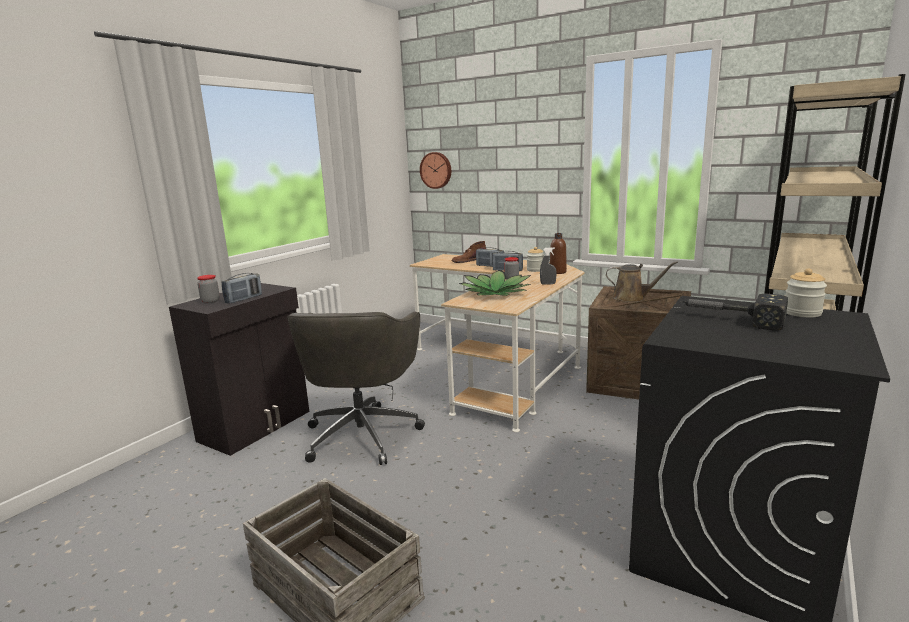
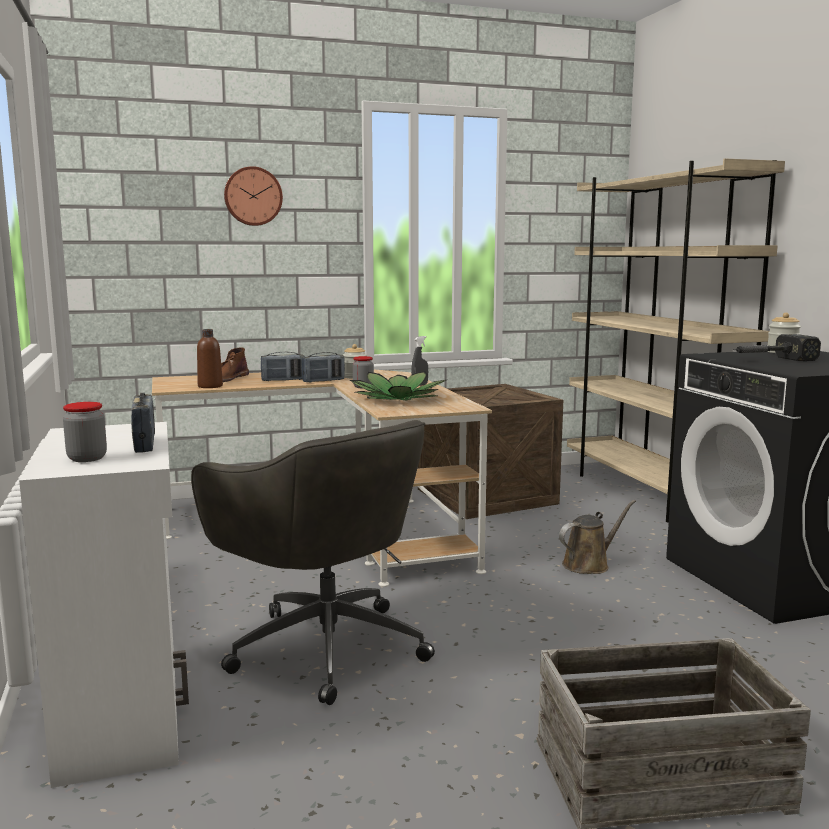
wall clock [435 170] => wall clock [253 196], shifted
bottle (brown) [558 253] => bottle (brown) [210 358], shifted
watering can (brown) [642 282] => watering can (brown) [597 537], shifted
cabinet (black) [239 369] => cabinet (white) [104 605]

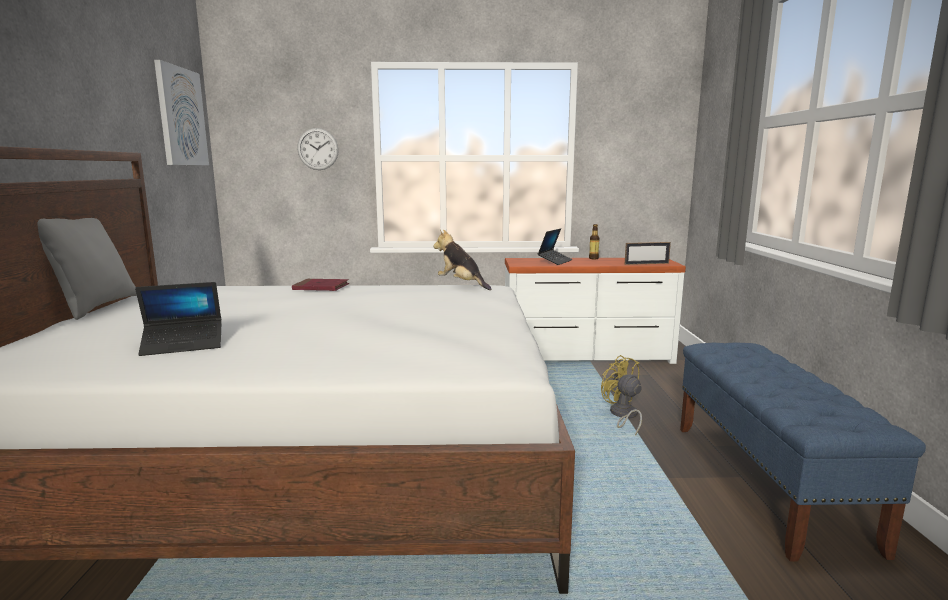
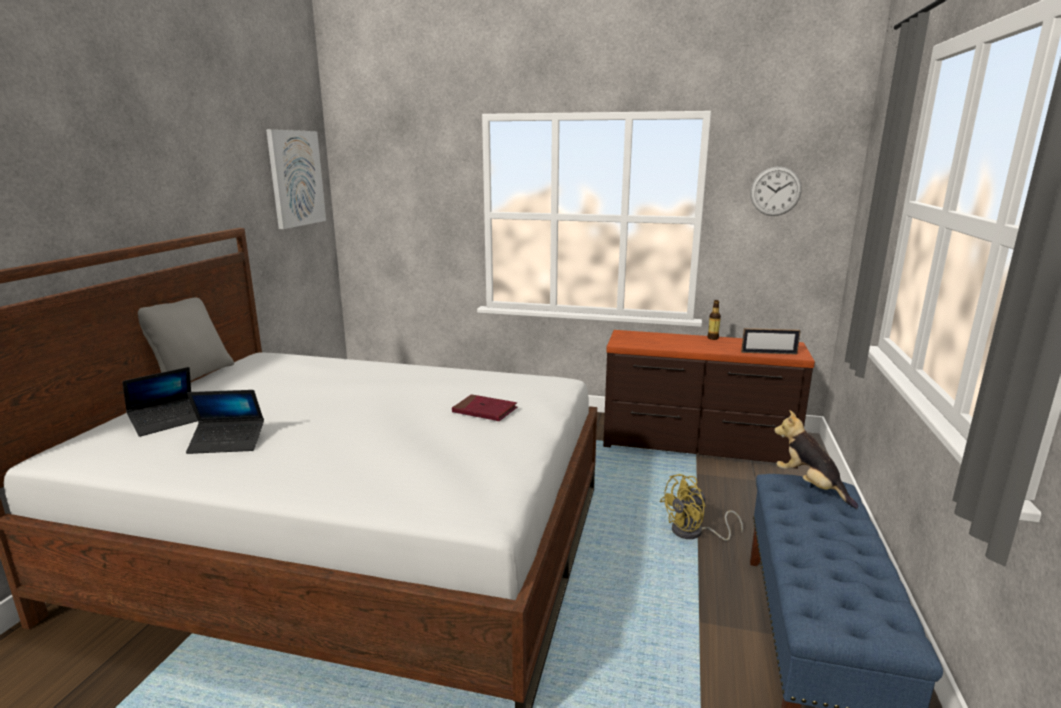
wall clock [318 149] => wall clock [776 191], shifted
laptop [555 246] => laptop [160 402], shifted
plush toy [462 259] => plush toy [816 459], shifted
dresser (white) [595 311] => dresser (brown) [709 399]
book (red) [320 285] => book (red) [484 407], shifted
fan (yellow) [621 395] => fan (yellow) [701 507], 105 degrees counterclockwise

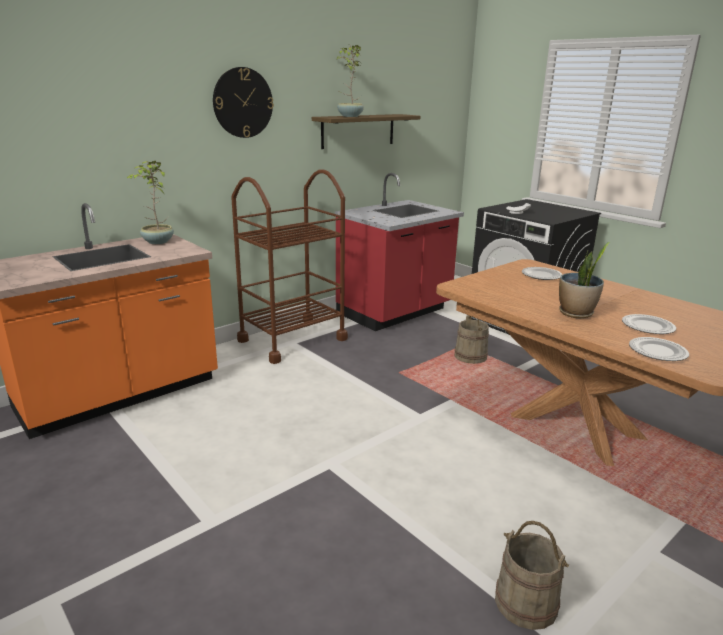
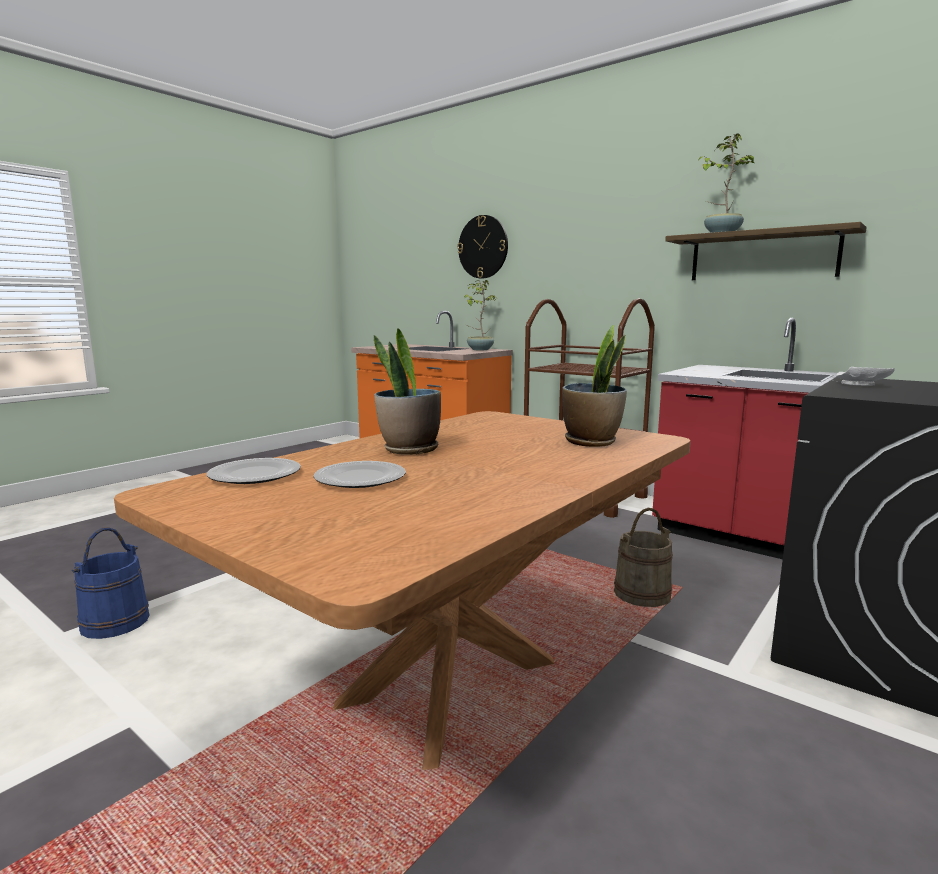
wall clock [243 102] => wall clock [482 247], shifted
plate [542 273] => potted plant [594 386]
bucket (beige) [532 575] => bucket (blue) [110 583]

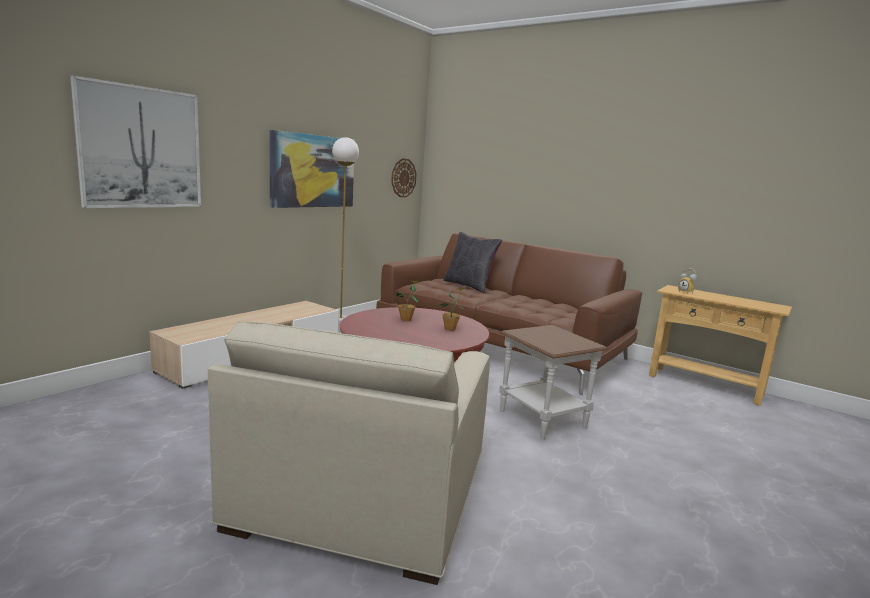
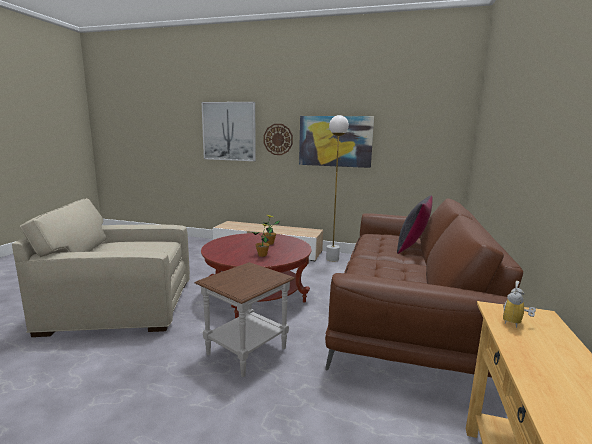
wall clock [404 177] => wall clock [278 139], shifted

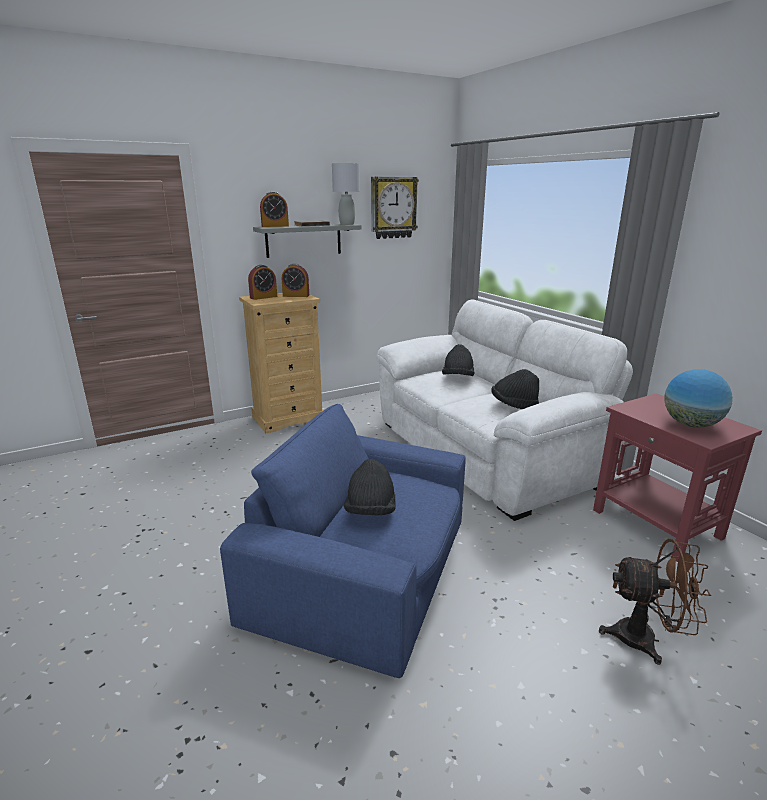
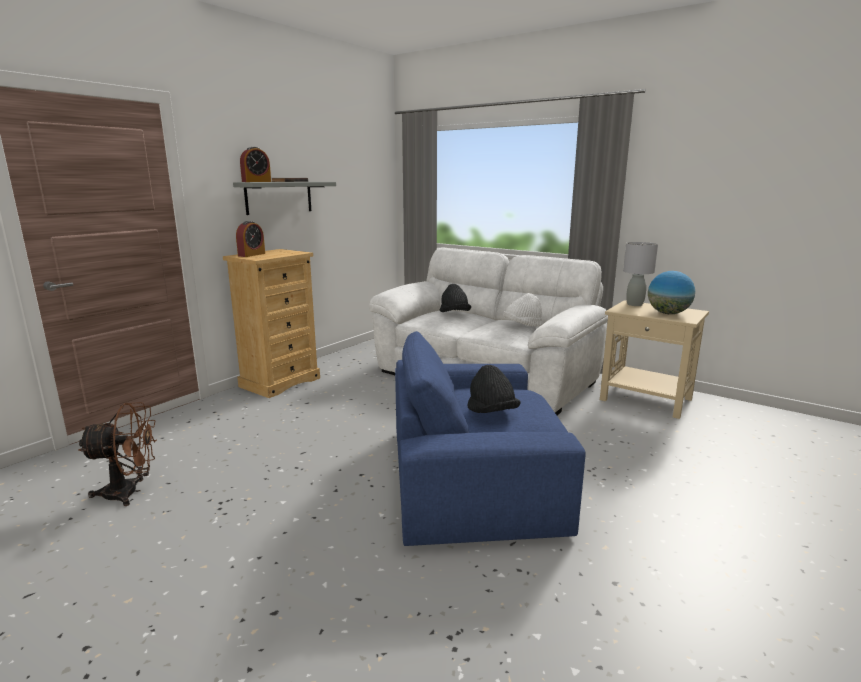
table lamp (grey) [346 194] => table lamp (grey) [640 274], shifted
wall clock [395 208] => nothing
alarm clock [295 280] => nothing
hat (black) [515 389] => hat (white) [523 310]
side table (red) [677 477] => side table (beige) [654 359]
fan (brown) [655 602] => fan (brown) [117 454], shifted

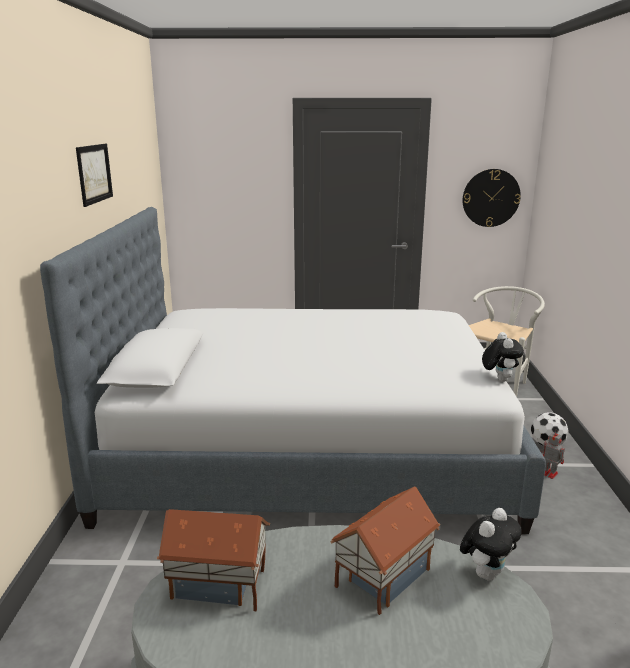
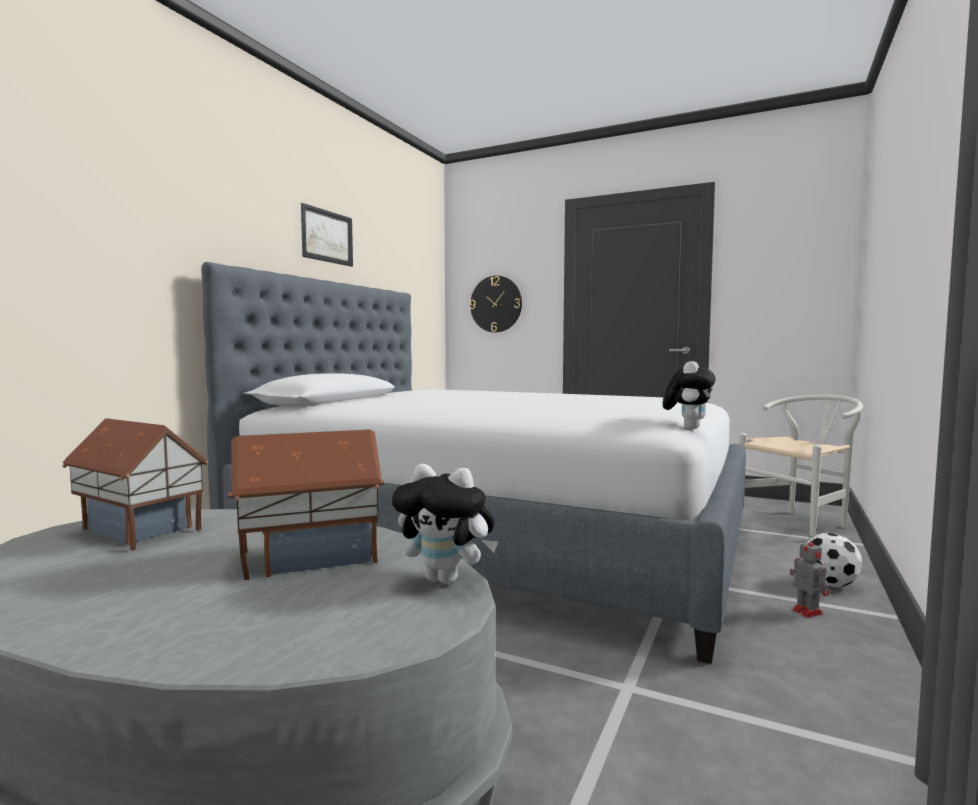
wall clock [492 198] => wall clock [496 304], shifted
plush toy [491 544] => plush toy [445 524], 45 degrees clockwise

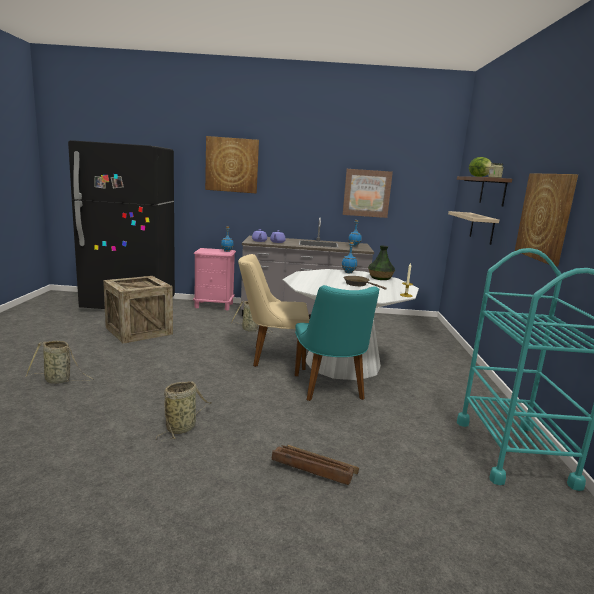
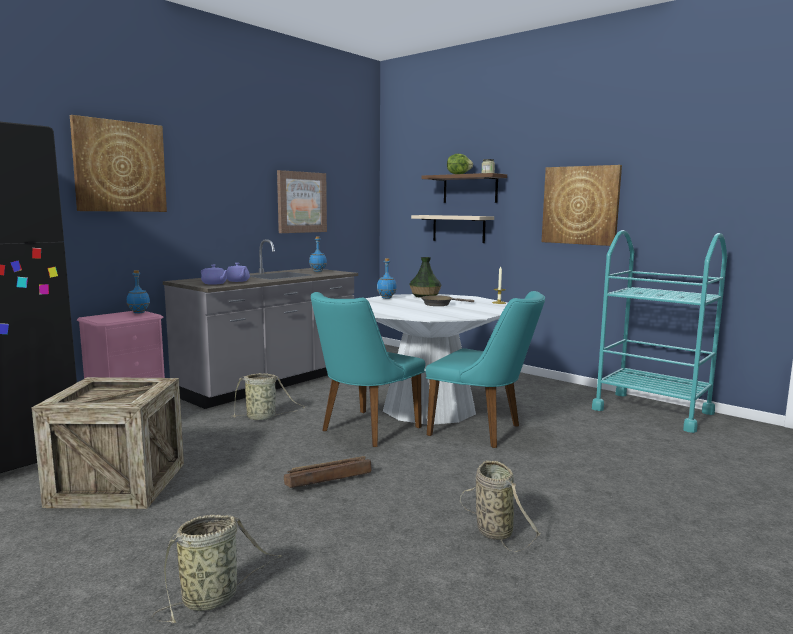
chair (beige) [274 312] => chair (turquoise) [368 369]
crate [315 465] => crate [328 472], shifted

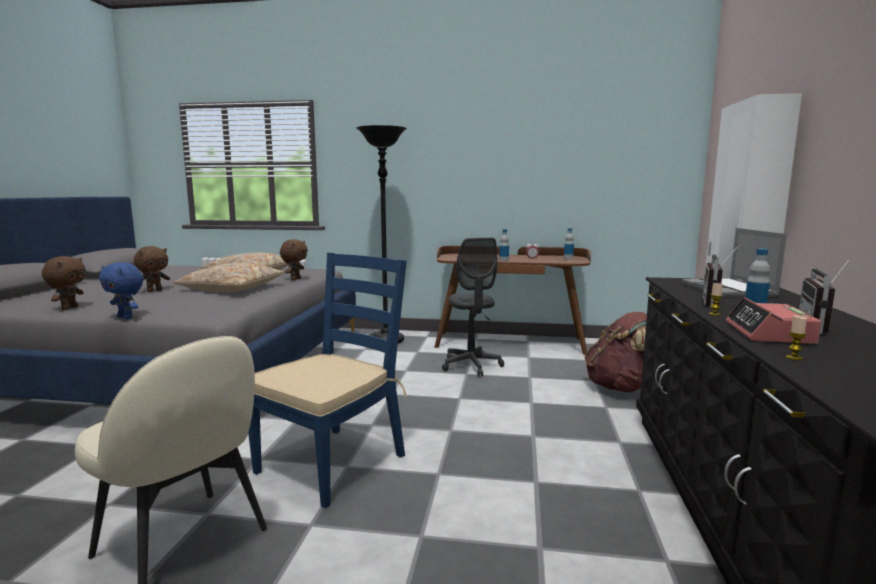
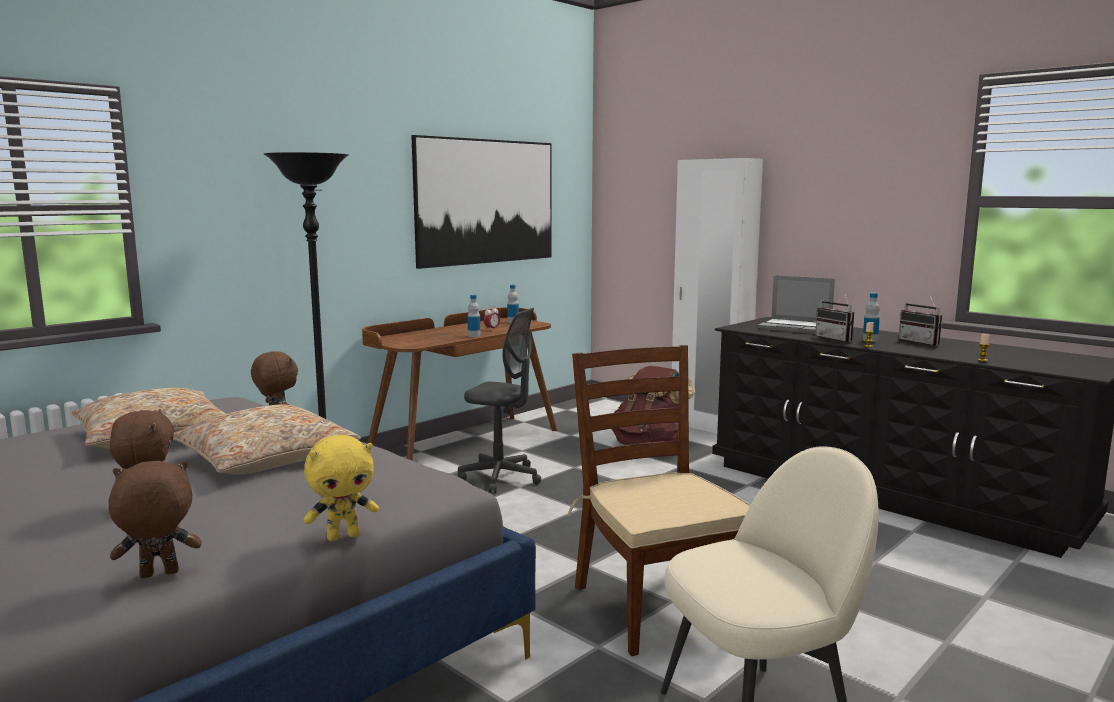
chair (blue) [327 381] => chair (brown) [658 500]
plush toy (brown) [64 283] => plush toy (brown) [155 519], 60 degrees counterclockwise
plush toy (blue) [121 290] => plush toy (yellow) [341 488]
alarm clock [773 320] => nothing
nothing => picture [481 202]

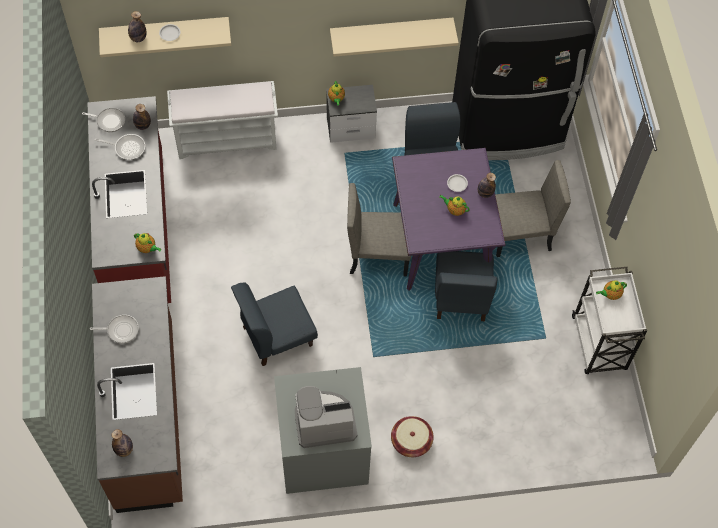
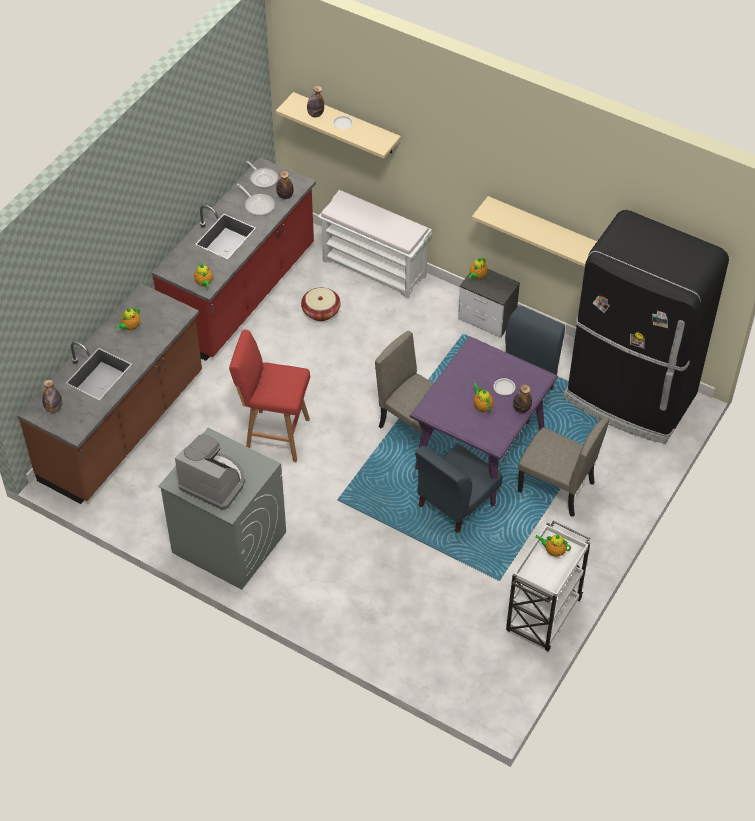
chair (blue) [274 324] => stool (red) [269 395]
frying pan [114 329] => teapot [127 319]
basket [412 436] => basket [321 304], shifted

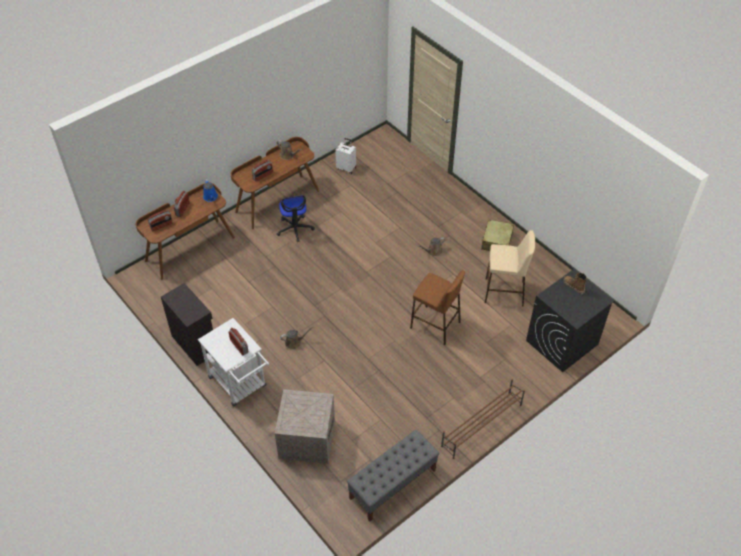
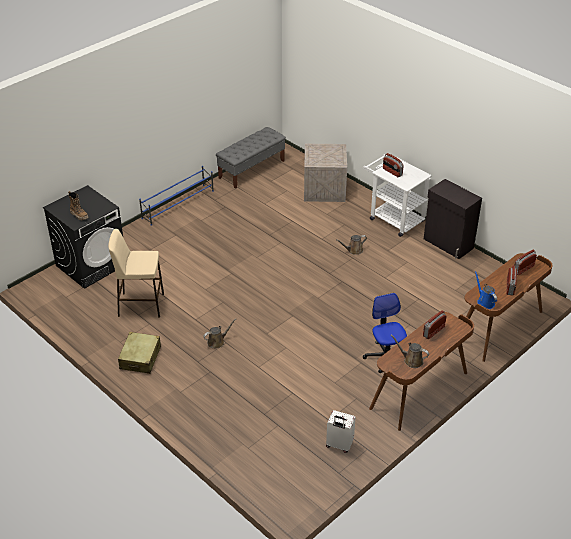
stool (brown) [437 307] => nothing
shoe rack (brown) [483 419] => shoe rack (blue) [176 196]

